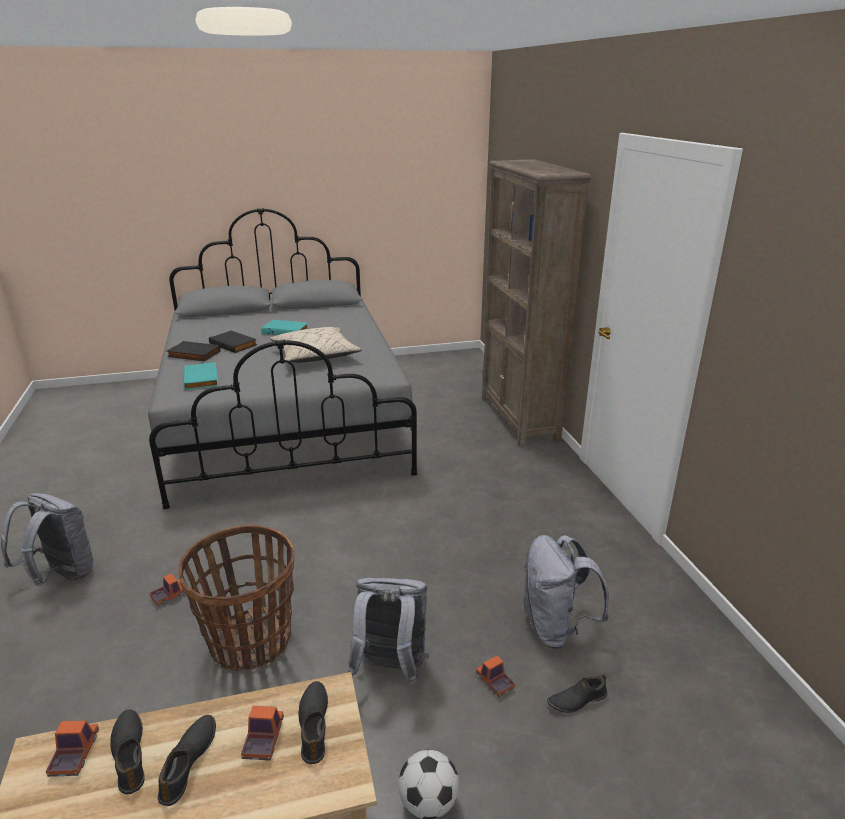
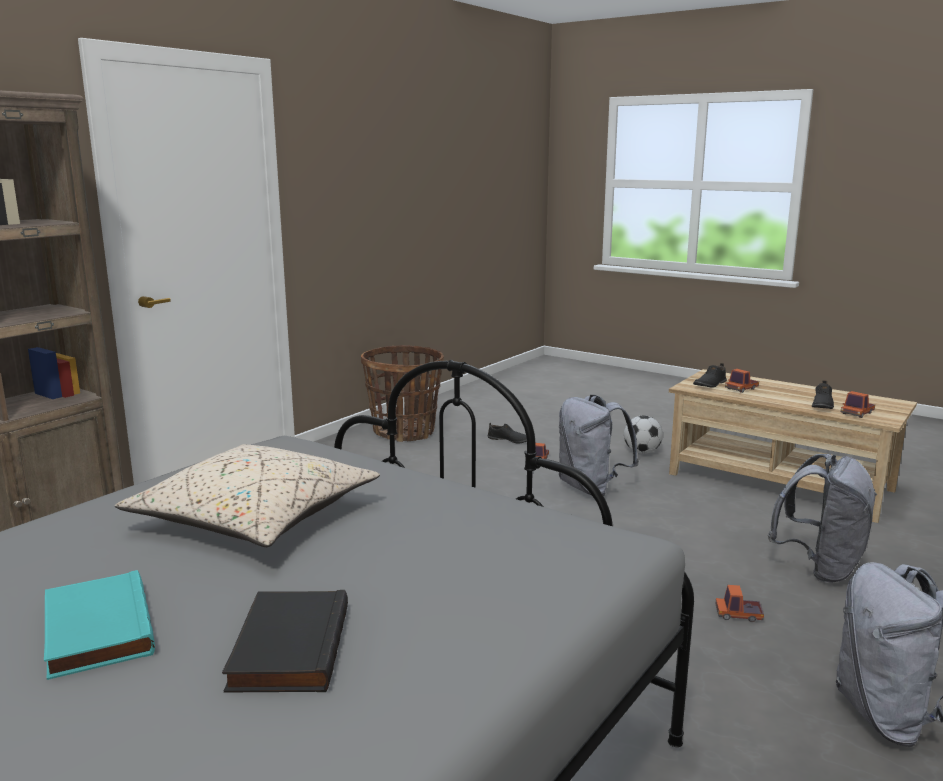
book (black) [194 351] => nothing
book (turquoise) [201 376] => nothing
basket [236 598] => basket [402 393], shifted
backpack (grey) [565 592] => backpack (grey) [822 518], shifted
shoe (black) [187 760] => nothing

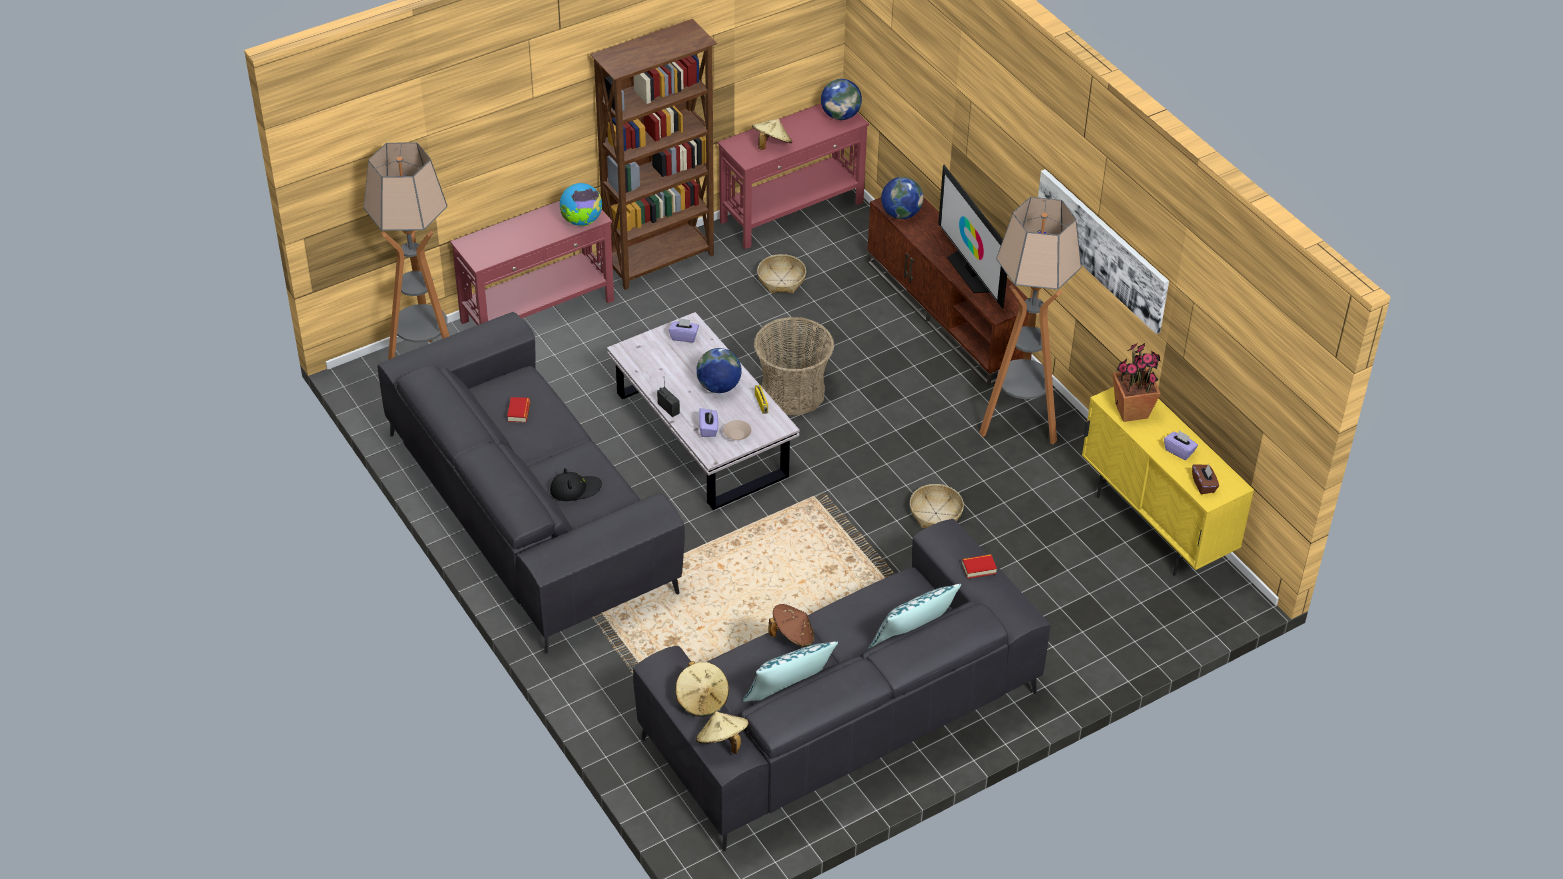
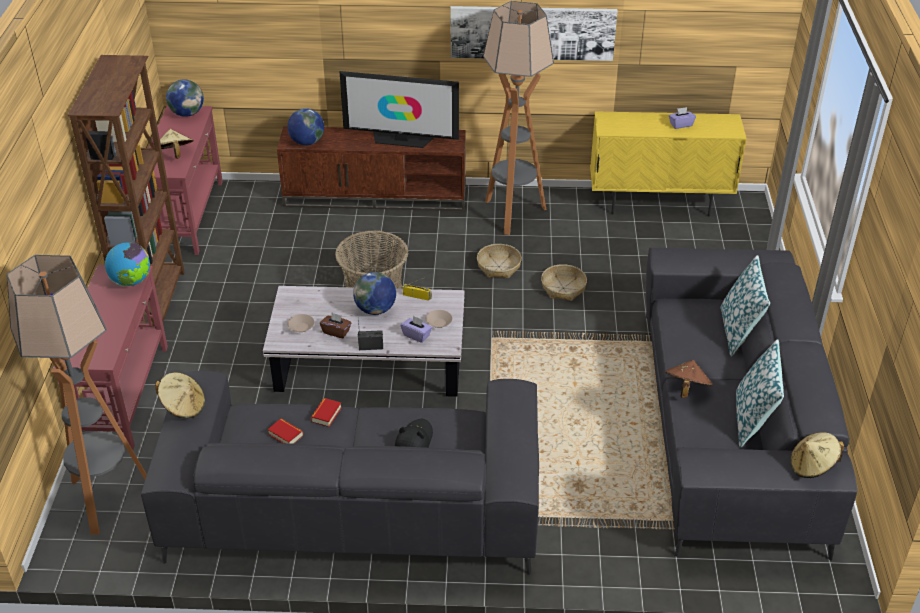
basket [781 273] => basket [499 261], shifted
tissue box (purple) [684 330] => nothing
potted plant [1136 382] => nothing
tissue box (brown) [1205 479] => tissue box (brown) [335 325], shifted
book [979 566] => book [326 412], shifted
hat (beige) [702 689] => hat (beige) [180 395], shifted
nothing => bowl (beige) [301 323]

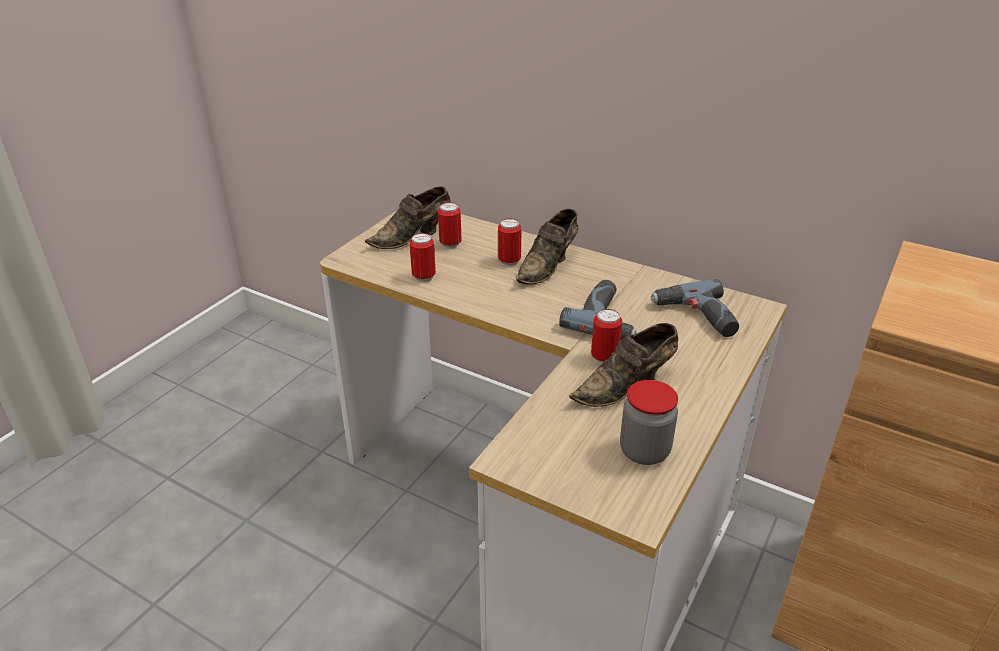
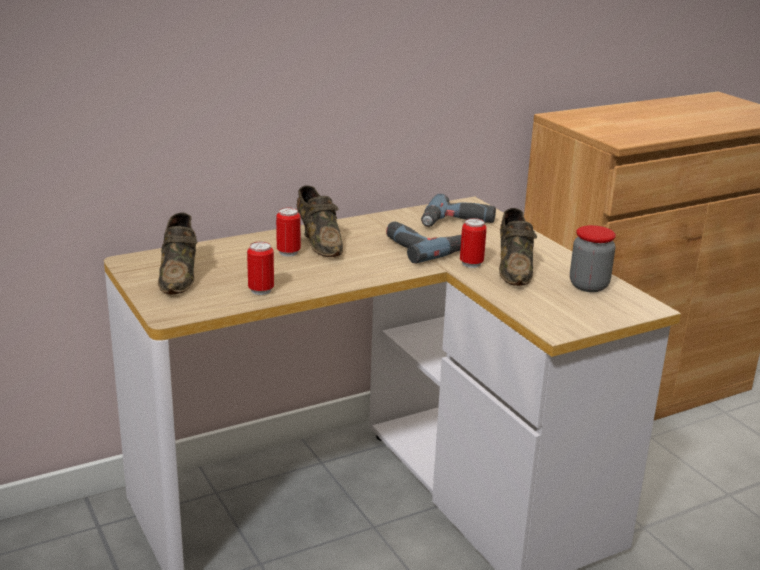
can [449 225] => nothing

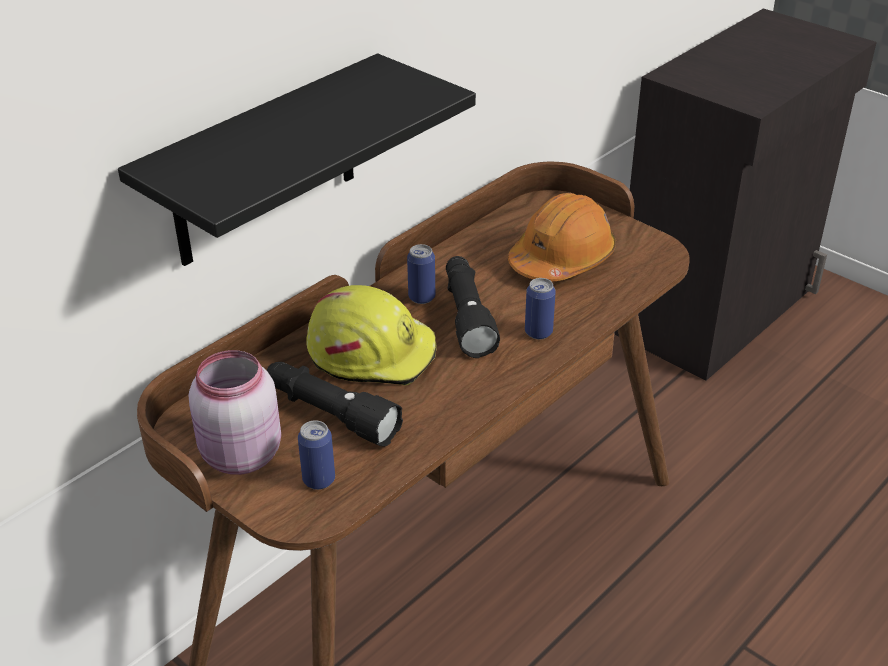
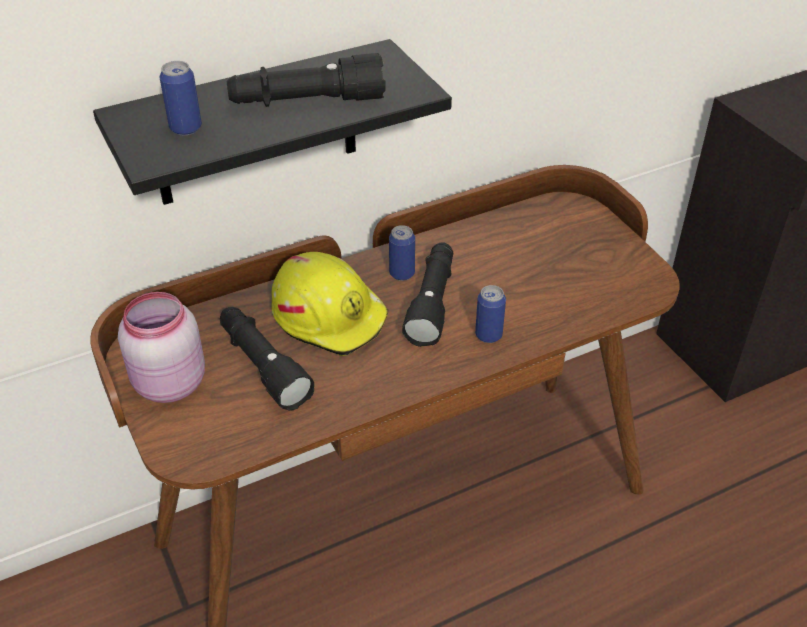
hard hat (orange) [562 237] => nothing
can [316 455] => can [181 98], shifted
nothing => flashlight (black) [306 80]

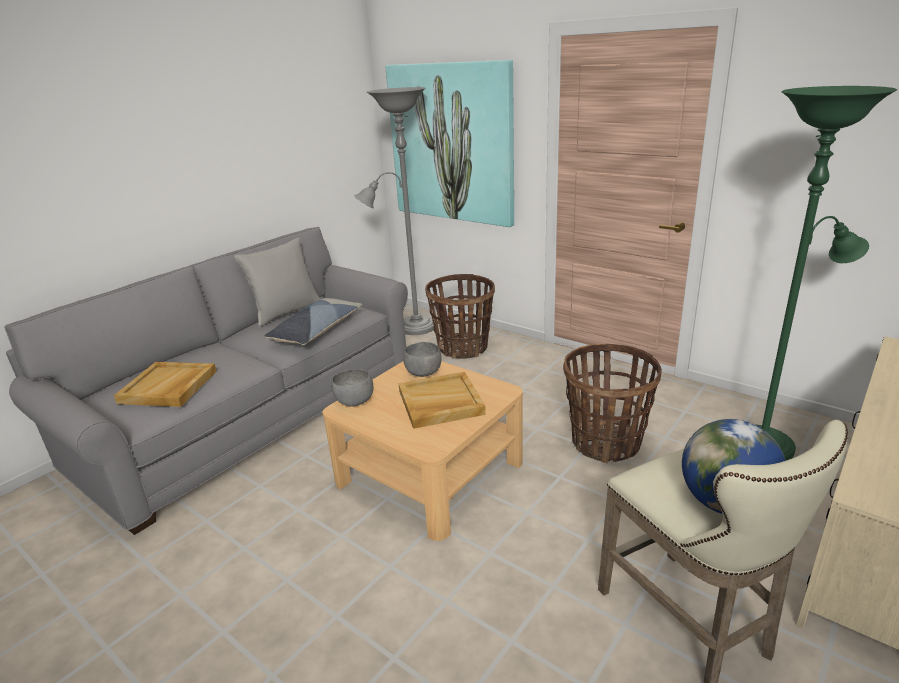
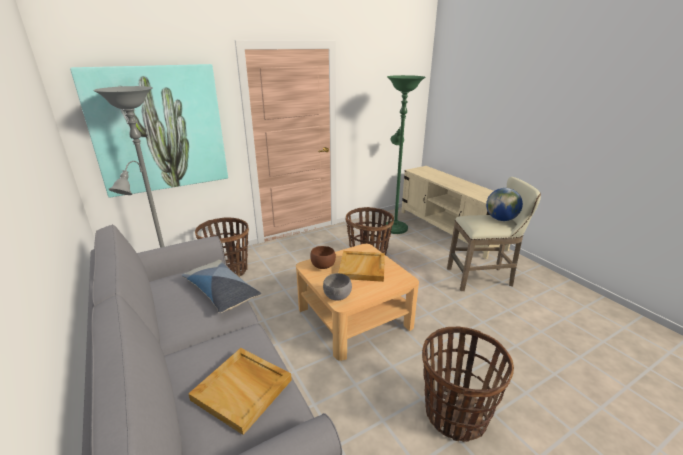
pillow (grey) [277 282] => nothing
bowl (grey) [422 359] => bowl (brown) [323 257]
nothing => basket [468 384]

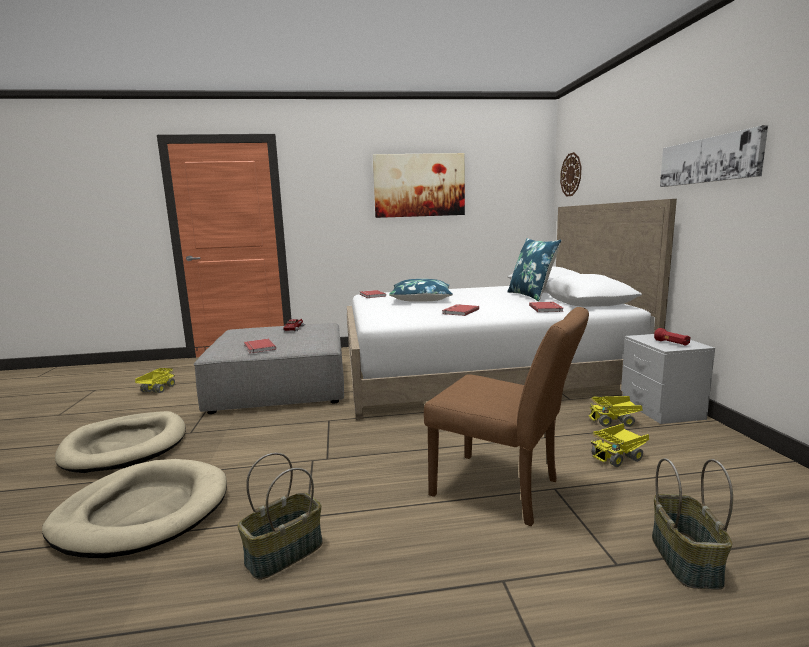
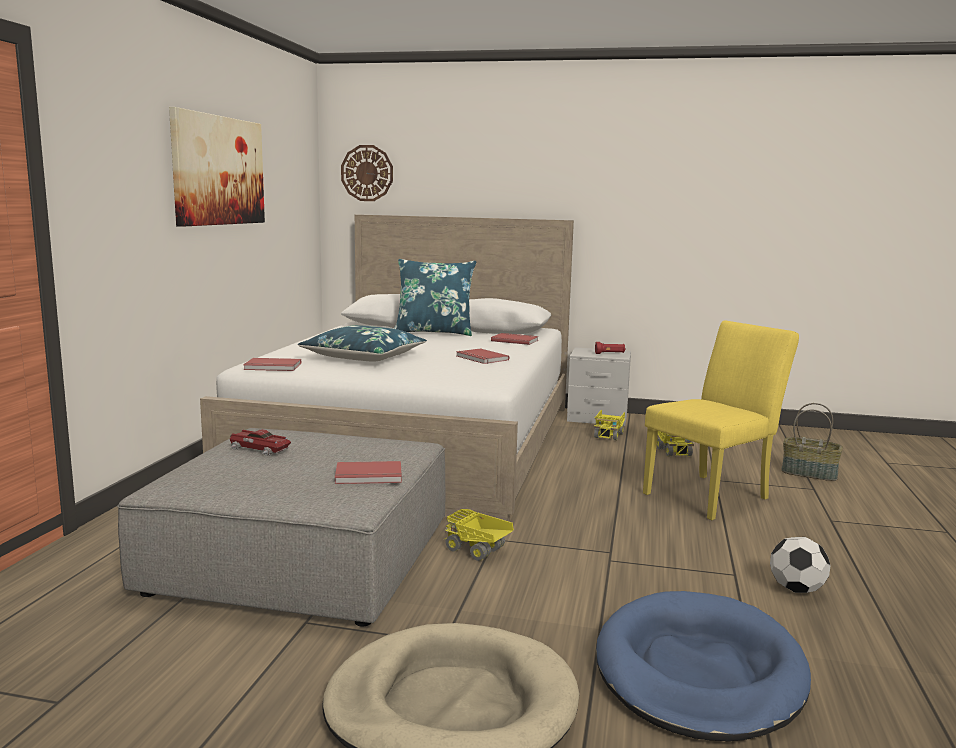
picture [714 156] => nothing
chair (brown) [506 416] => chair (yellow) [721 420]
toy truck [155 380] => toy truck [479 535], shifted
basket [279 516] => football [800 565]
dog bed (beige) [134 508] => dog bed (blue) [703 666]

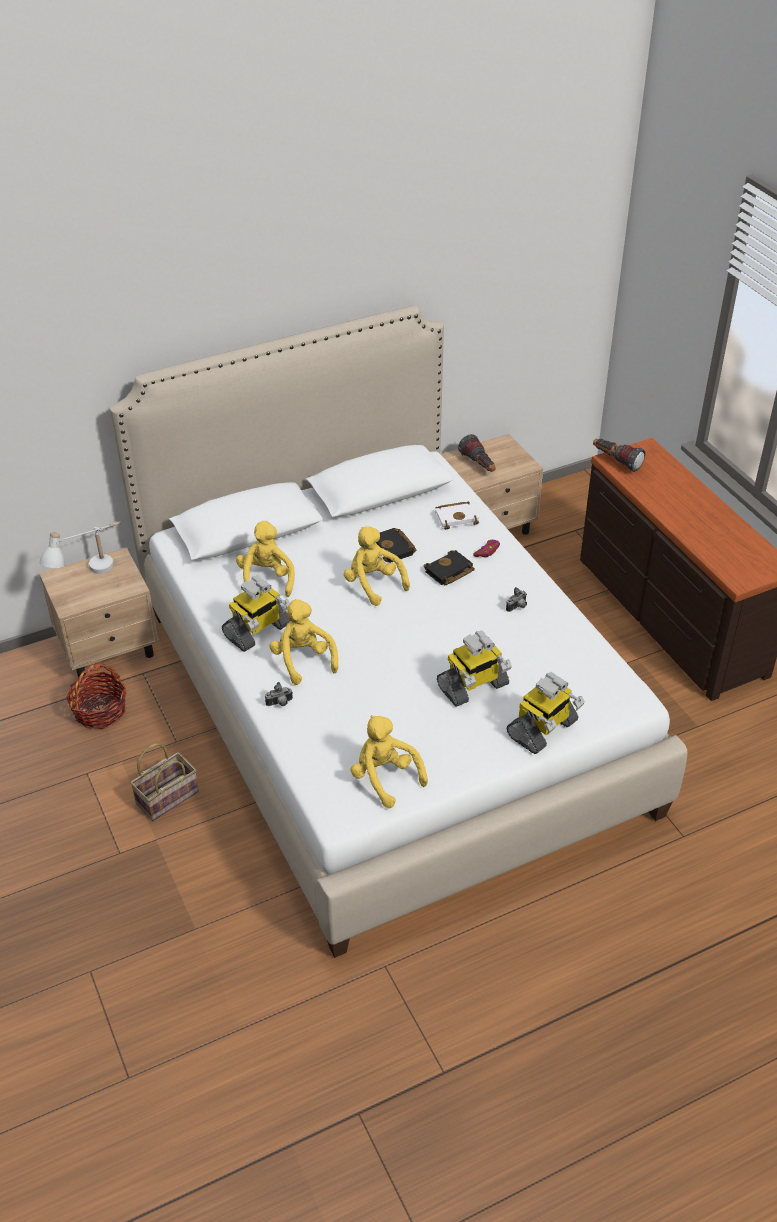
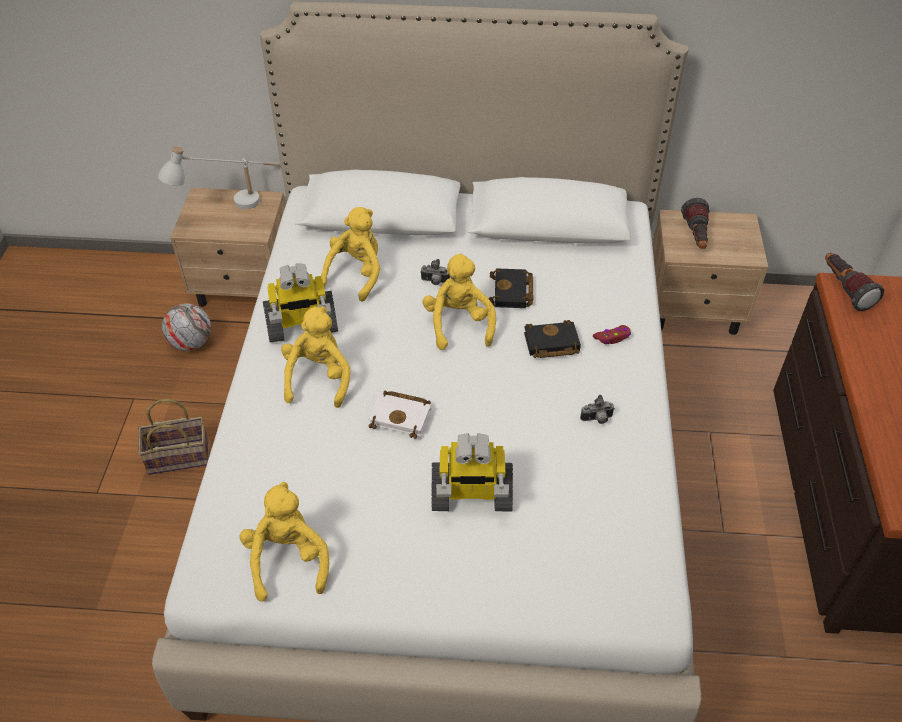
book (white) [457 516] => book (white) [399 415], shifted
basket [96 696] => football [186 327]
toy robot [545 713] => nothing
photo camera [279 694] => photo camera [435 272], shifted

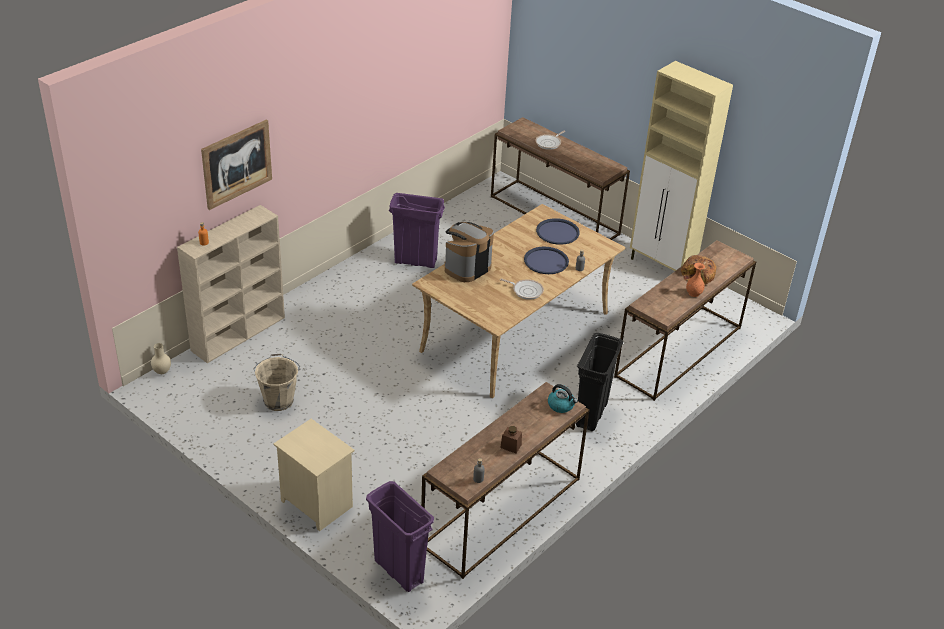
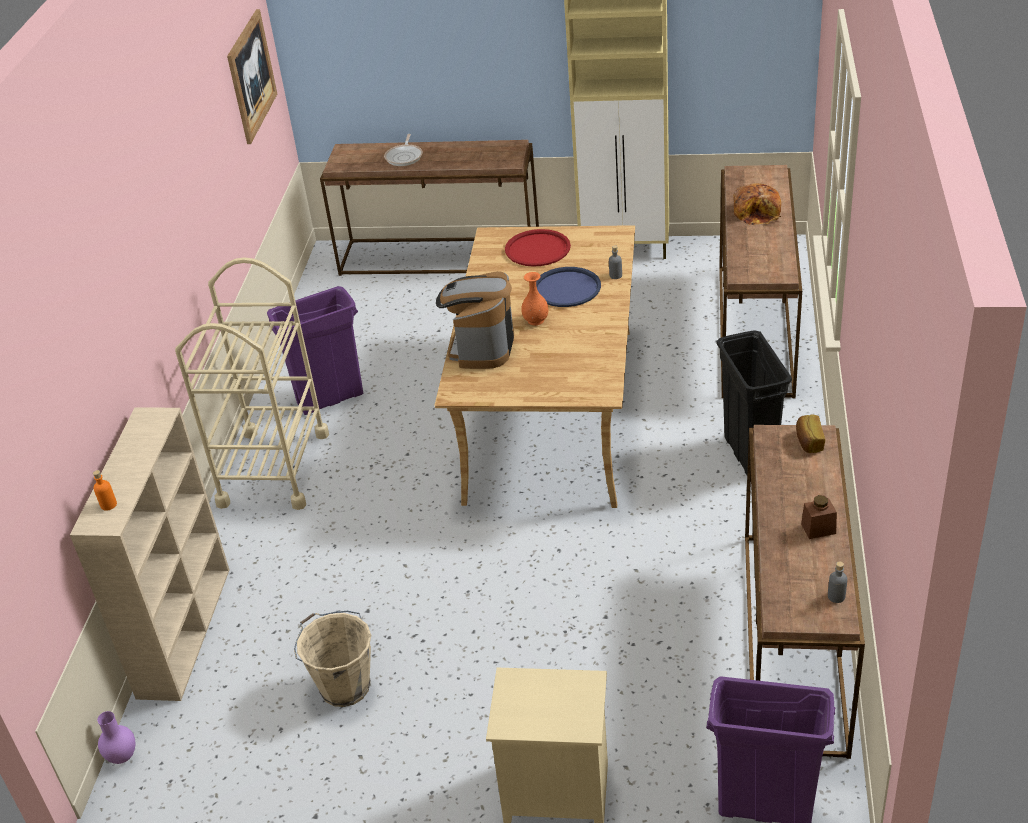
picture [236 165] => picture [252 76], shifted
tray (blue) [558 231] => tray (red) [538 248]
vase (orange) [695 280] => vase (orange) [535 299], shifted
frying pan [522 289] => nothing
vase (beige) [161 358] => vase (purple) [116 737]
kettle [563 398] => bread [810 433]
nothing => cart (beige) [252 383]

